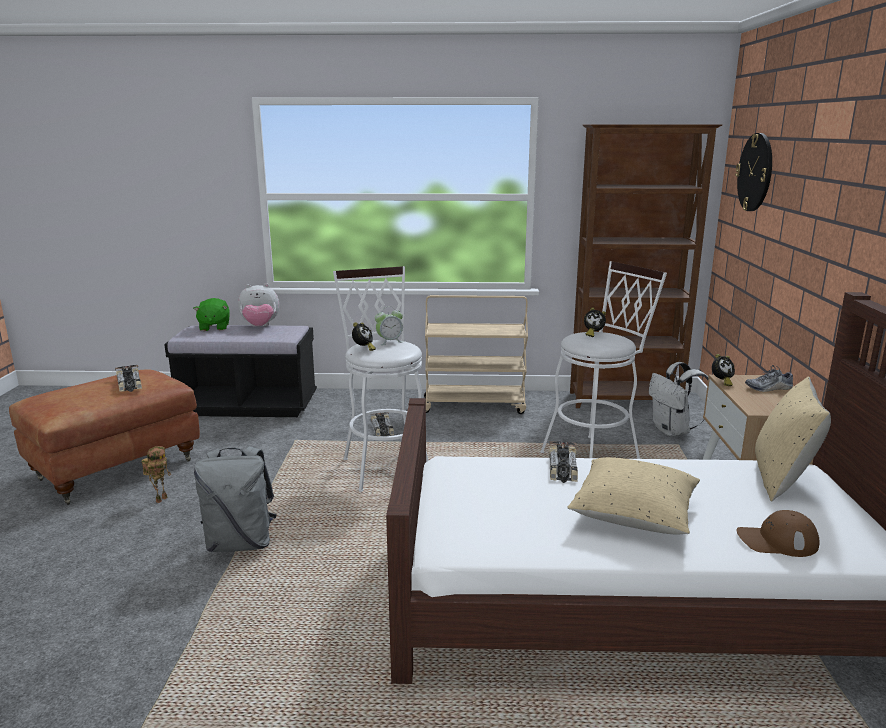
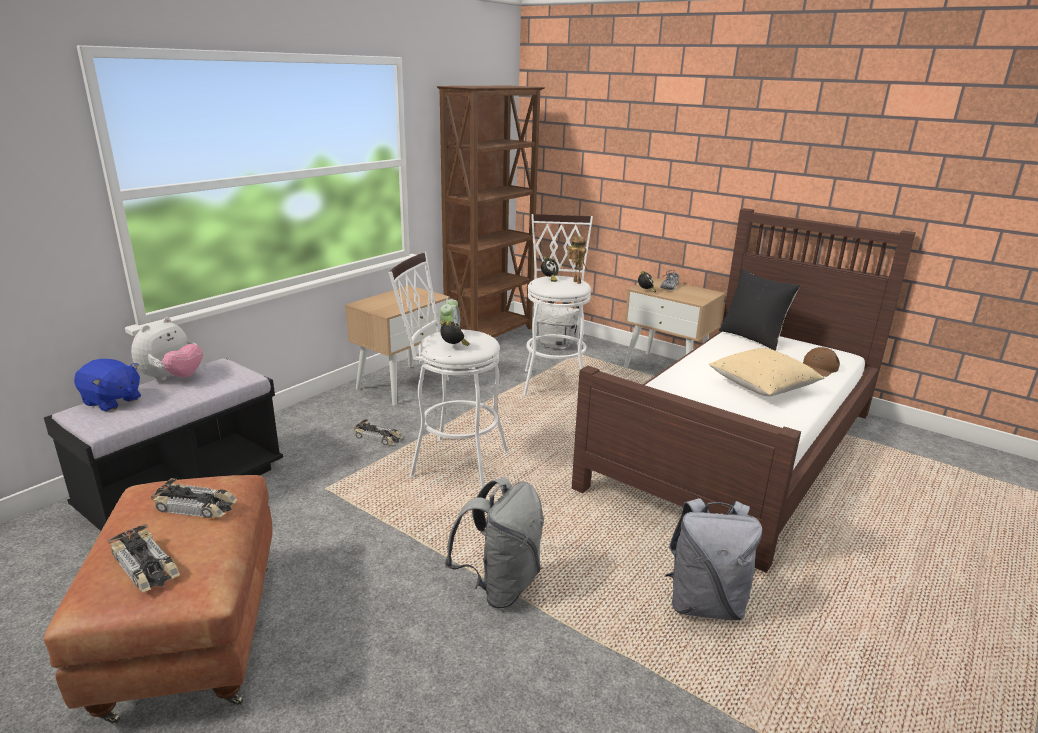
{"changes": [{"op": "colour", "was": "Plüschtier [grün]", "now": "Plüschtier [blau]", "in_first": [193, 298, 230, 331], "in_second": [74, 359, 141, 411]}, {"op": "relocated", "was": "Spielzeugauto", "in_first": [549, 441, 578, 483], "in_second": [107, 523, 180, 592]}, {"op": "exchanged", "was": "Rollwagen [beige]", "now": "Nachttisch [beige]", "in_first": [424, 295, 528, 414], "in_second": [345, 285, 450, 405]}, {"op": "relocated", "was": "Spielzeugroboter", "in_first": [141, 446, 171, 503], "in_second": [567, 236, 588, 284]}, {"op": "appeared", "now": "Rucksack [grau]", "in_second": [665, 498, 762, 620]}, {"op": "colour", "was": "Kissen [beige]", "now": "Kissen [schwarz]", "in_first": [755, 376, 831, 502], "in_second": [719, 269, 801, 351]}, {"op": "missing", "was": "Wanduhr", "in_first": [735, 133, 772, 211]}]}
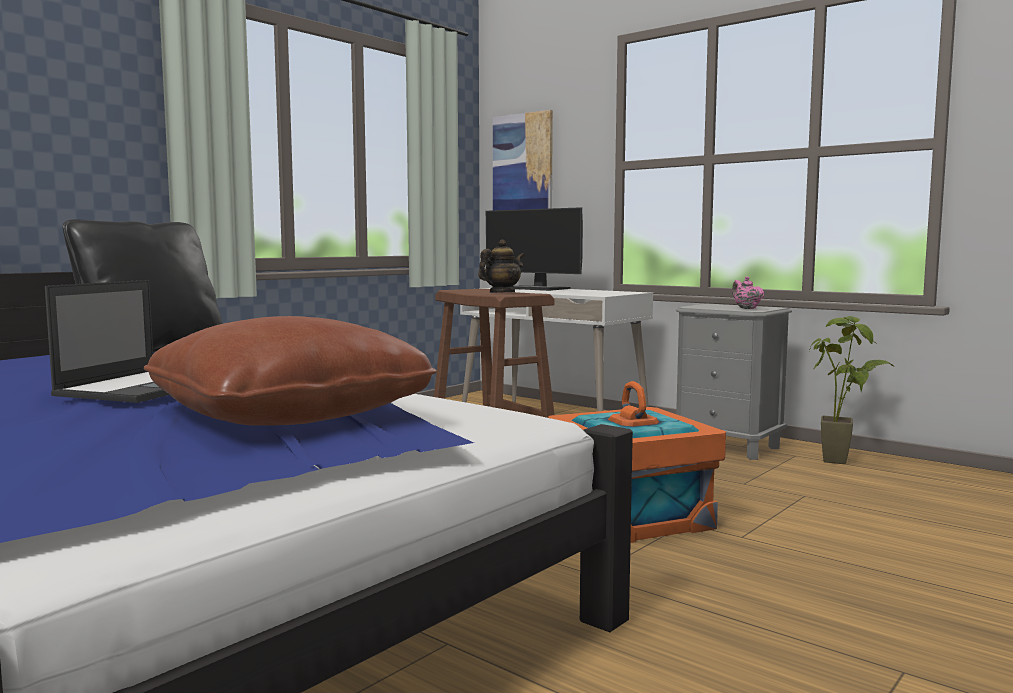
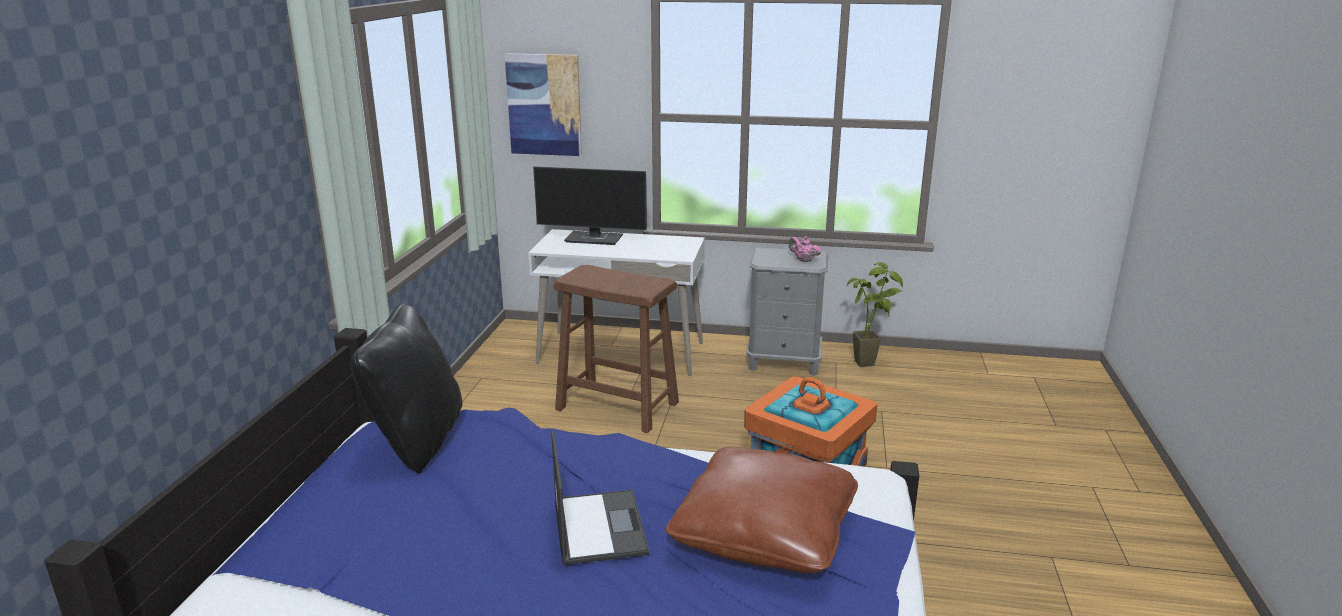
{"changes": [{"op": "missing", "was": "Teekanne", "in_first": [478, 239, 525, 293]}]}
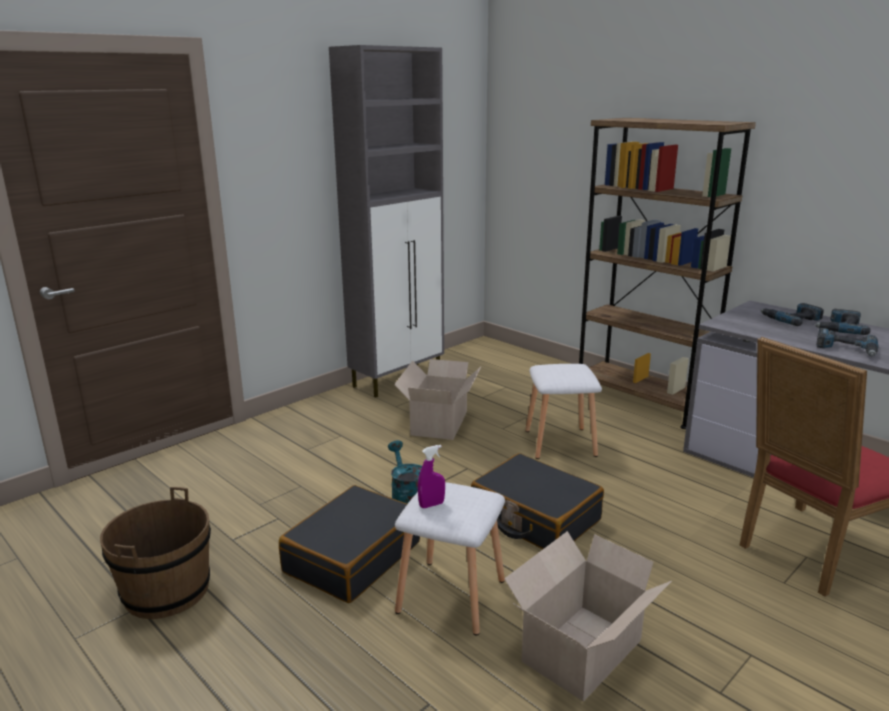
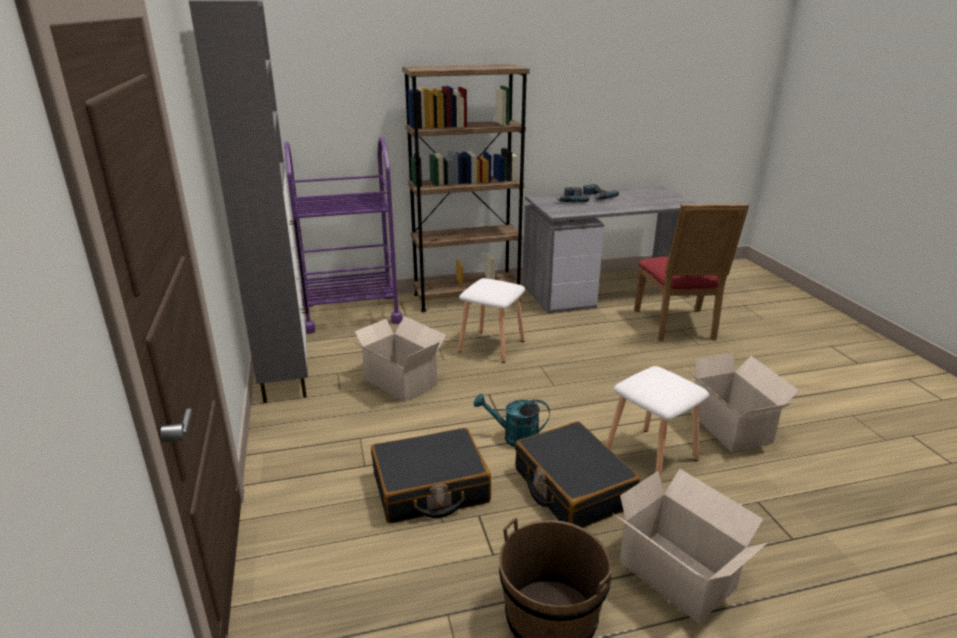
{"changes": [{"op": "appeared", "now": "Rollwagen [lila]", "in_second": [284, 137, 403, 334]}, {"op": "relocated", "was": "Koffer [schwarz]", "in_first": [471, 453, 604, 549], "in_second": [371, 428, 491, 524]}, {"op": "appeared", "now": "Karton", "in_second": [612, 469, 767, 623]}, {"op": "missing", "was": "Sprühflasche [lila]", "in_first": [418, 445, 445, 508]}, {"op": "missing", "was": "Bohrmaschine", "in_first": [816, 328, 879, 356]}]}
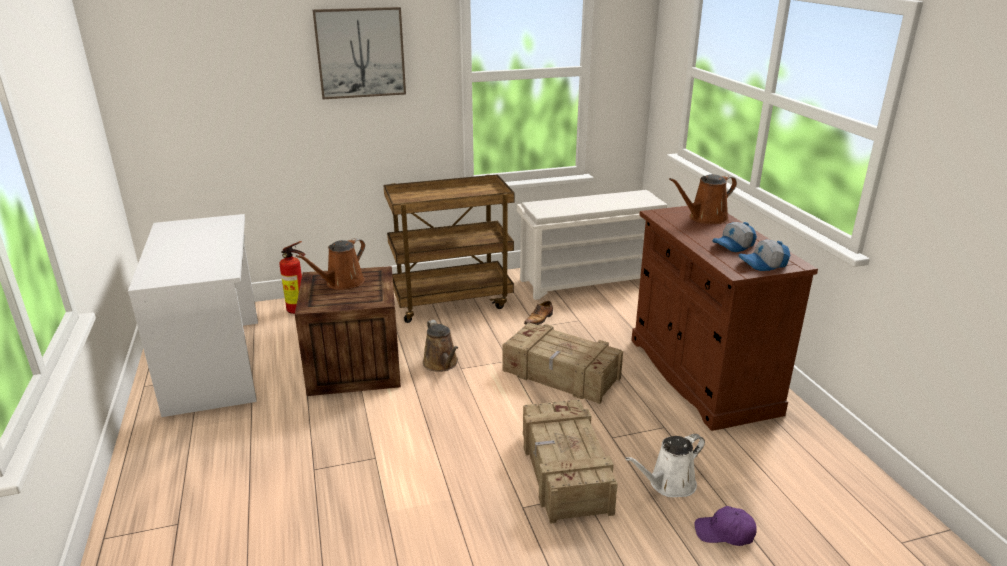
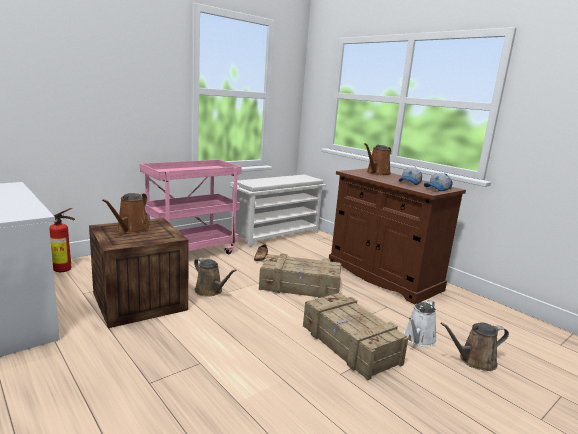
{"changes": [{"op": "colour", "was": "Rollwagen [braun]", "now": "Rollwagen [rosa]", "in_first": [383, 174, 514, 323], "in_second": [140, 160, 242, 254]}, {"op": "exchanged", "was": "Kappe [lila]", "now": "Gießkanne [braun]", "in_first": [695, 506, 757, 546], "in_second": [441, 322, 509, 371]}, {"op": "missing", "was": "Bild", "in_first": [312, 7, 406, 99]}]}
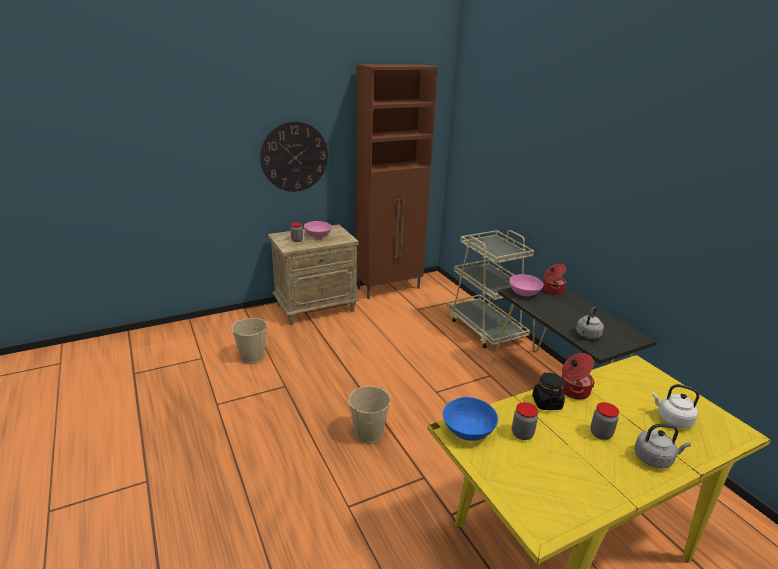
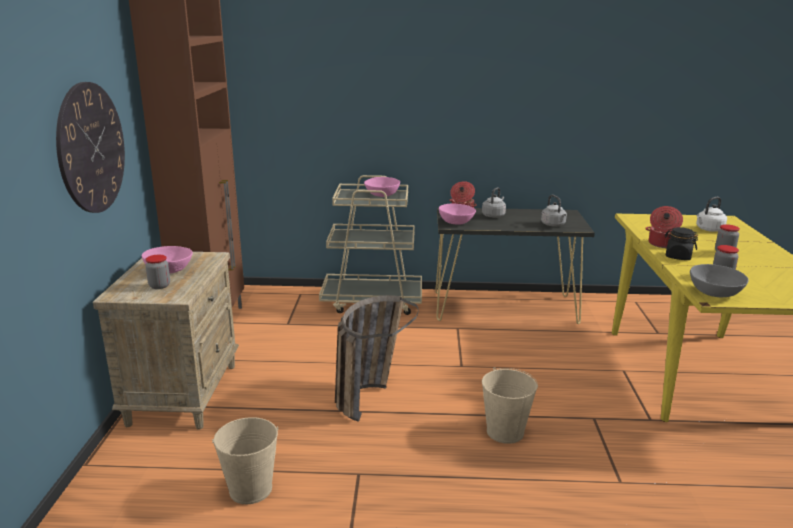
{"changes": [{"op": "appeared", "now": "Korb", "in_second": [335, 295, 419, 422]}, {"op": "appeared", "now": "Schüssel [rosa]", "in_second": [364, 177, 400, 197]}, {"op": "relocated", "was": "Wasserkessel [grau]", "in_first": [634, 424, 691, 468], "in_second": [482, 187, 506, 218]}, {"op": "colour", "was": "Schüssel [blau]", "now": "Schüssel [grau]", "in_first": [443, 397, 498, 441], "in_second": [690, 264, 748, 297]}]}
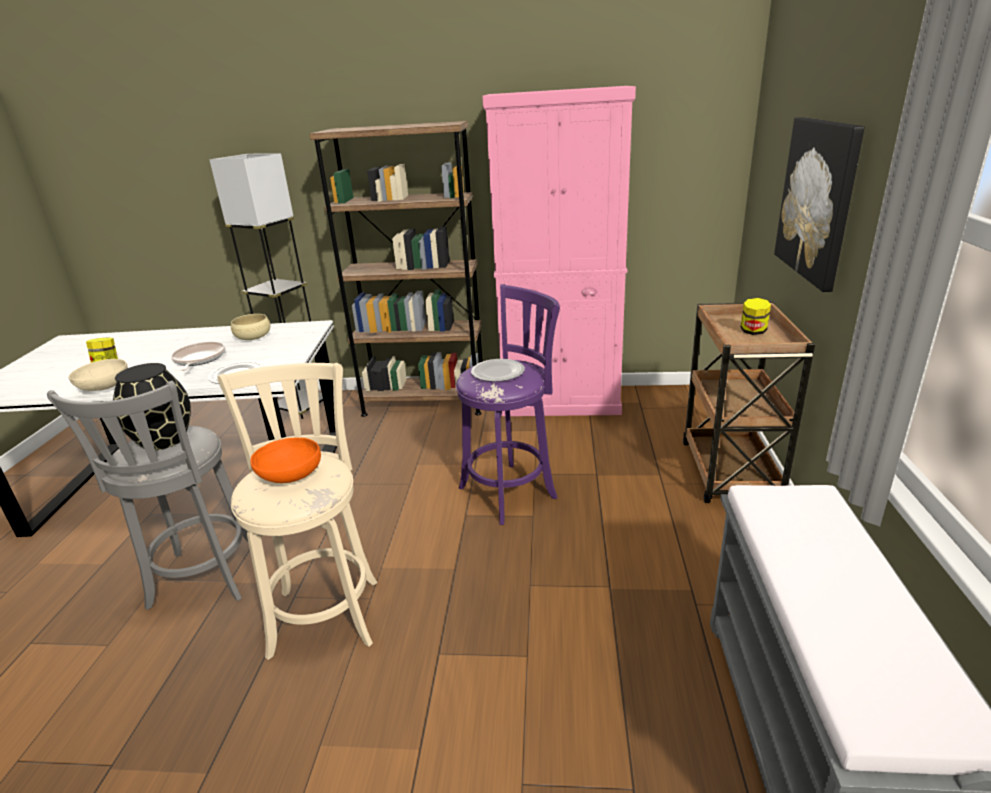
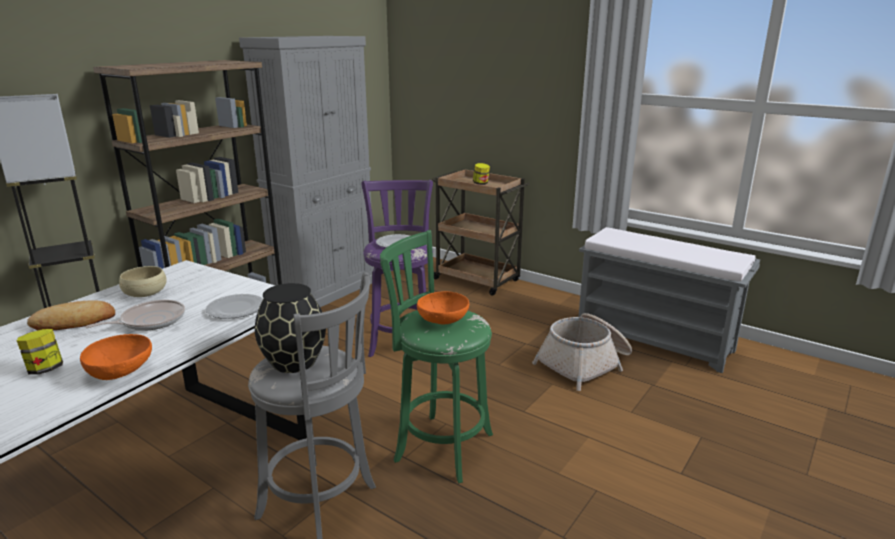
{"changes": [{"op": "appeared", "now": "Brot", "in_second": [27, 300, 115, 330]}, {"op": "colour", "was": "Schüssel [beige]", "now": "Schüssel [orange]", "in_first": [69, 359, 128, 391], "in_second": [80, 334, 152, 380]}, {"op": "spun", "was": "Pfanne", "in_first": [171, 342, 225, 371], "in_second": [85, 300, 185, 331], "clockwise": 120}, {"op": "colour", "was": "Schrank [rosa]", "now": "Schrank [grau]", "in_first": [482, 86, 636, 416], "in_second": [239, 36, 374, 307]}, {"op": "colour", "was": "Hocker [beige]", "now": "Hocker [grün]", "in_first": [217, 363, 378, 660], "in_second": [380, 230, 493, 483]}, {"op": "appeared", "now": "Korb", "in_second": [532, 313, 632, 391]}, {"op": "missing", "was": "Bild", "in_first": [774, 117, 865, 292]}]}
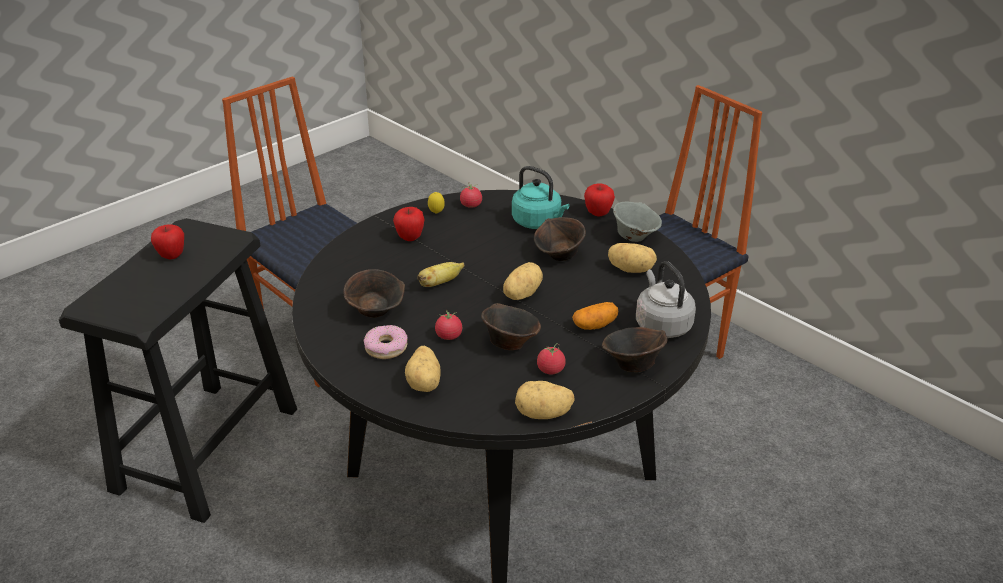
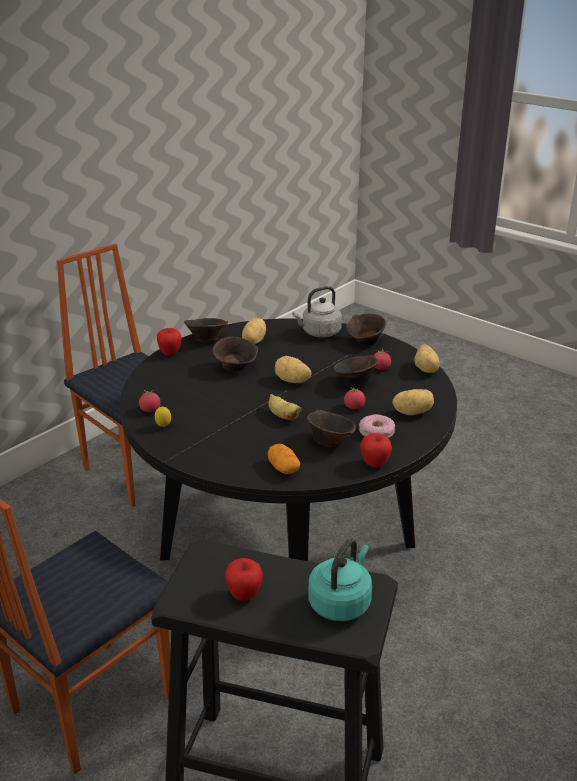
{"changes": [{"op": "colour", "was": "Schüssel [grau]", "now": "Schüssel [braun]", "in_first": [613, 201, 662, 242], "in_second": [184, 318, 228, 342]}, {"op": "relocated", "was": "Kartoffel", "in_first": [572, 302, 618, 330], "in_second": [267, 444, 300, 474]}, {"op": "relocated", "was": "Wasserkessel [türkis]", "in_first": [512, 166, 569, 229], "in_second": [308, 538, 372, 621]}, {"op": "relocated", "was": "Apfel", "in_first": [393, 207, 425, 241], "in_second": [360, 433, 392, 468]}]}
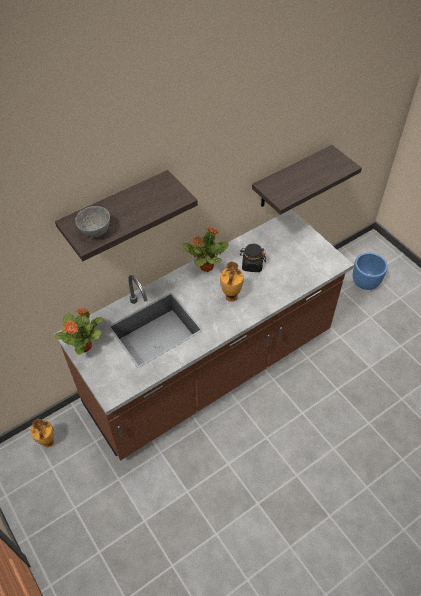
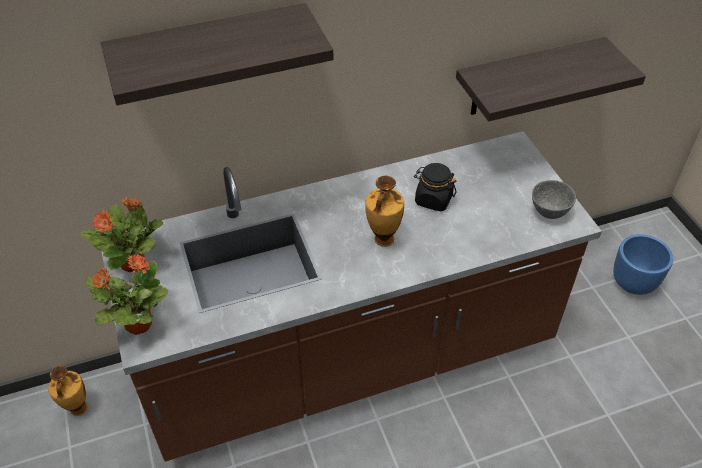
{"changes": [{"op": "relocated", "was": "Topfpflanze", "in_first": [183, 227, 229, 272], "in_second": [85, 254, 169, 335]}, {"op": "relocated", "was": "Schüssel [grau]", "in_first": [75, 206, 110, 237], "in_second": [532, 180, 576, 219]}]}
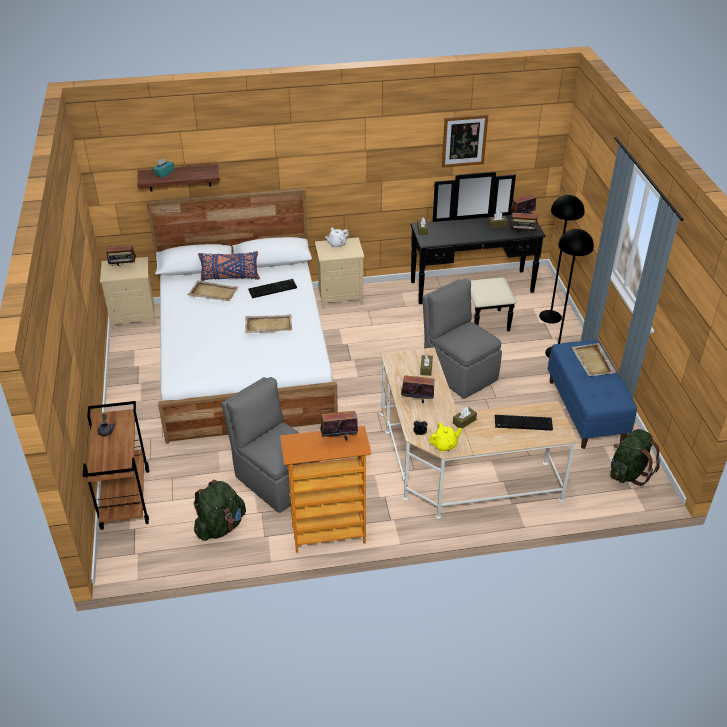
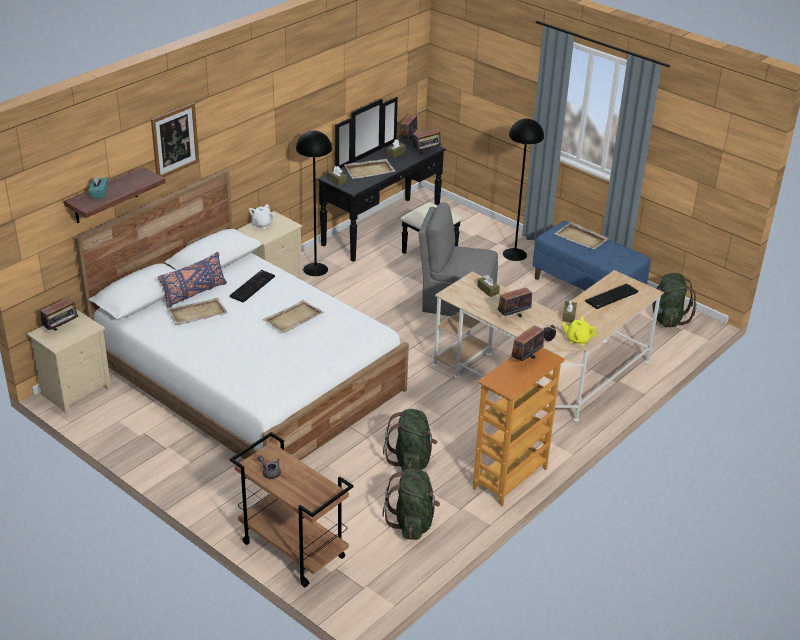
{"changes": [{"op": "relocated", "was": "Bild", "in_first": [442, 115, 488, 168], "in_second": [151, 103, 199, 177]}, {"op": "relocated", "was": "Stehlampe [schwarz]", "in_first": [539, 195, 585, 324], "in_second": [296, 131, 332, 276]}, {"op": "appeared", "now": "Tablett [beige]", "in_second": [344, 159, 395, 179]}, {"op": "exchanged", "was": "Stuhl [grau]", "now": "Rucksack [grün]", "in_first": [221, 377, 319, 513], "in_second": [383, 409, 437, 472]}, {"op": "spun", "was": "Teekanne [gelb]", "in_first": [429, 422, 462, 452], "in_second": [562, 316, 597, 345], "clockwise": -105}]}
